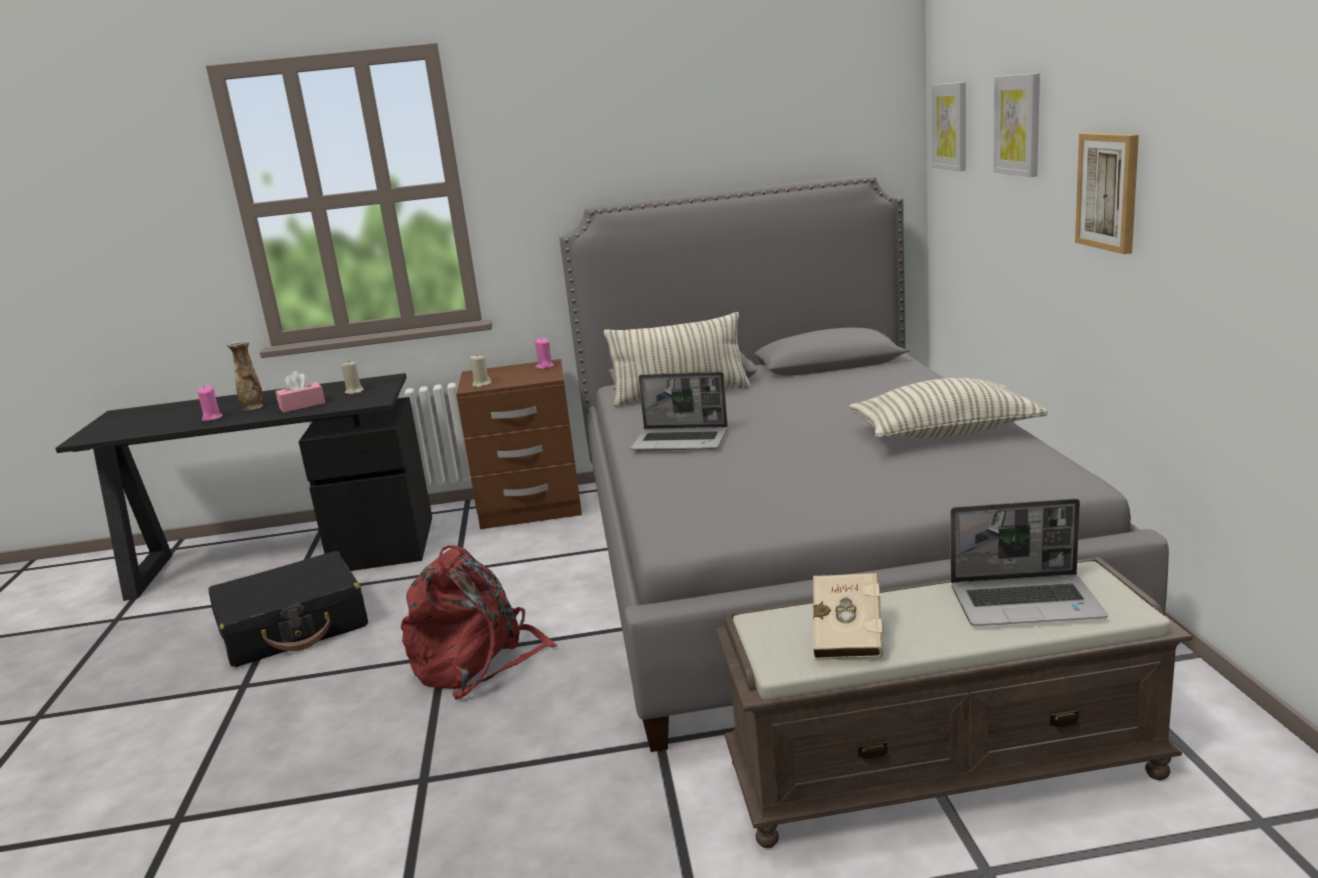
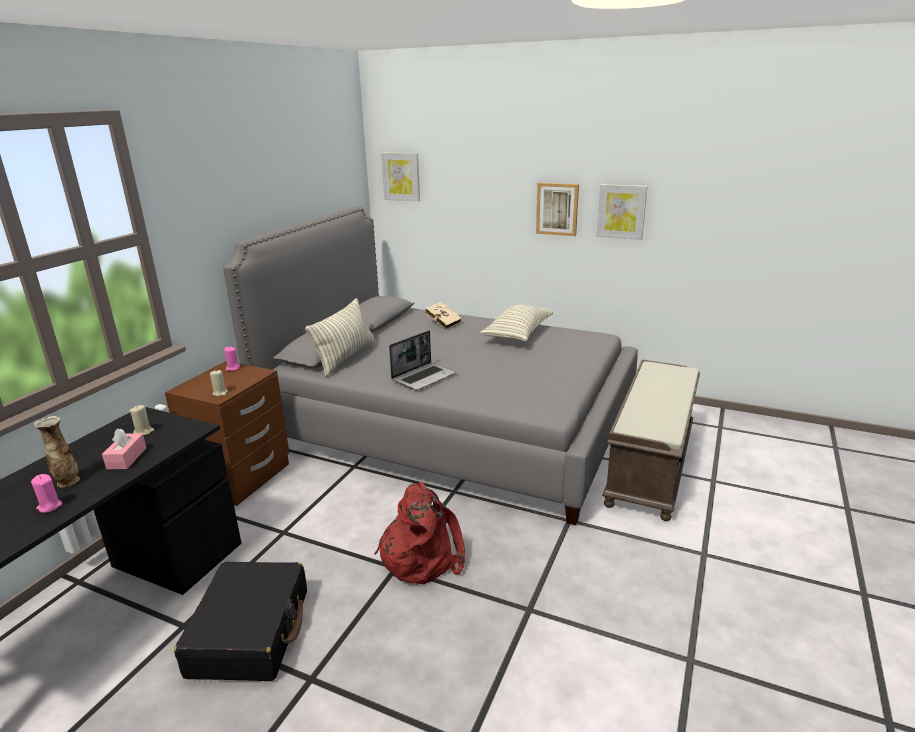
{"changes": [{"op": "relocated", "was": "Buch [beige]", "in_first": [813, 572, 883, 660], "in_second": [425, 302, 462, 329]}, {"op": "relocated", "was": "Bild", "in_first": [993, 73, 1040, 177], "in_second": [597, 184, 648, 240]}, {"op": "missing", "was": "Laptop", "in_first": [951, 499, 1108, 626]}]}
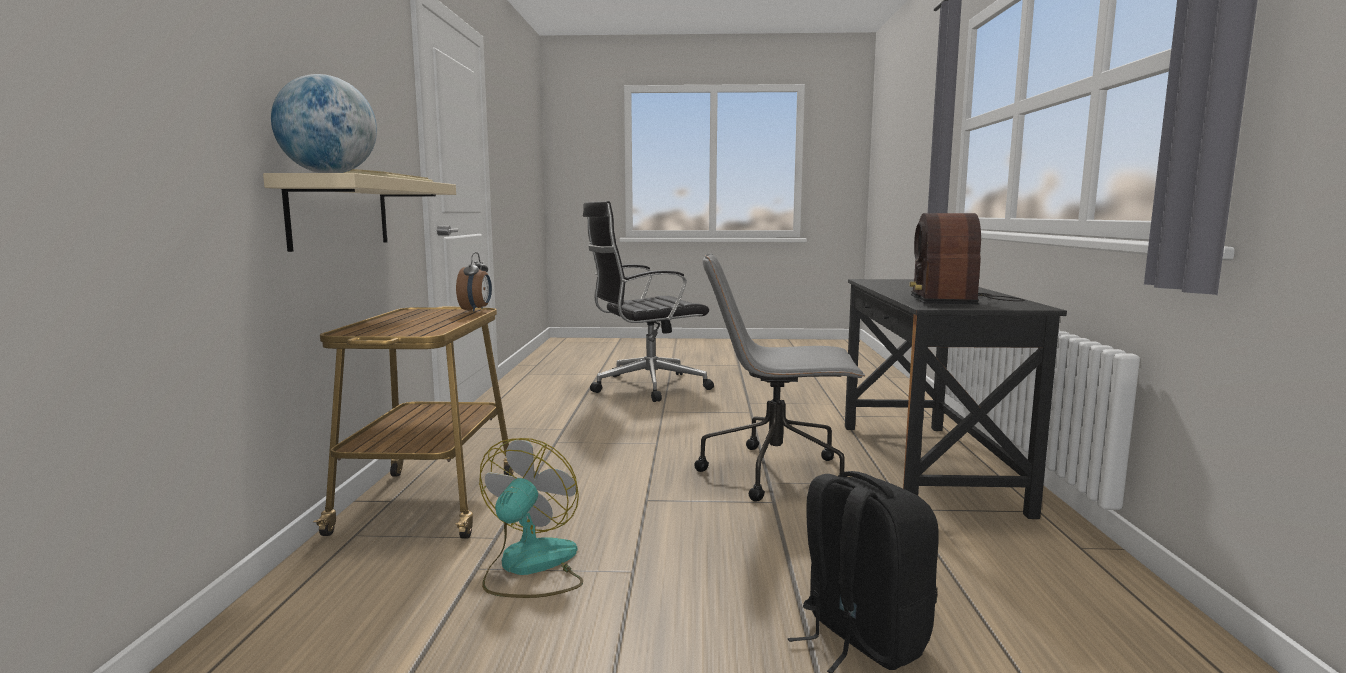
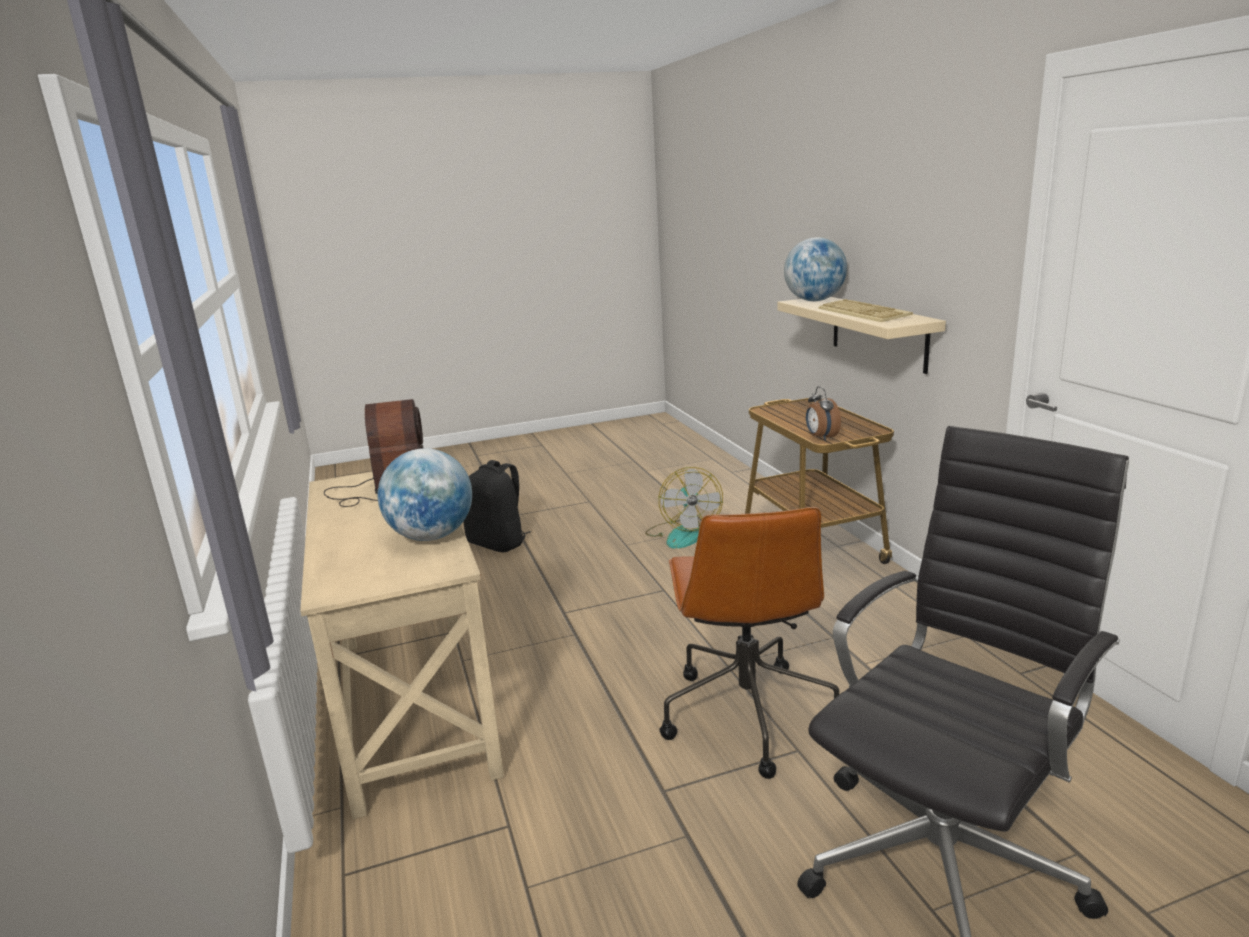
{"changes": [{"op": "colour", "was": "Schreibtisch [schwarz]", "now": "Schreibtisch [beige]", "in_first": [845, 279, 1067, 519], "in_second": [300, 472, 504, 819]}, {"op": "appeared", "now": "Globus", "in_second": [377, 448, 472, 541]}, {"op": "appeared", "now": "Bürostuhl [braun]", "in_second": [659, 507, 839, 779]}, {"op": "missing", "was": "Bürostuhl [grau]", "in_first": [694, 253, 866, 502]}]}
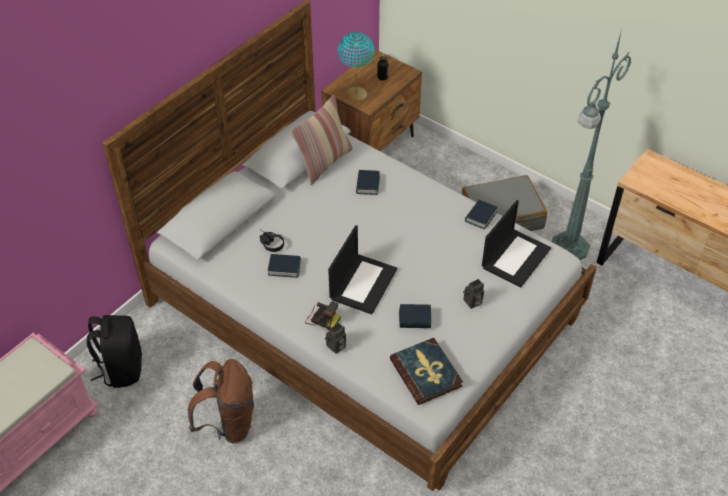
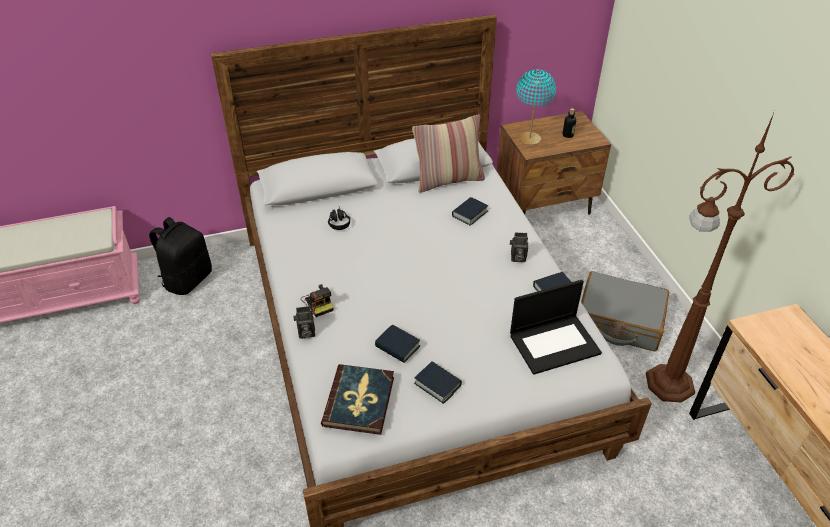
{"changes": [{"op": "relocated", "was": "Buch", "in_first": [268, 254, 301, 278], "in_second": [414, 361, 462, 404]}, {"op": "relocated", "was": "Kamera", "in_first": [463, 279, 484, 309], "in_second": [510, 232, 528, 262]}, {"op": "colour", "was": "Stehlampe [grün]", "now": "Stehlampe [braun]", "in_first": [552, 33, 631, 260], "in_second": [646, 113, 794, 402]}, {"op": "missing", "was": "Rucksack [braun]", "in_first": [188, 359, 254, 444]}, {"op": "missing", "was": "Laptop", "in_first": [328, 225, 397, 314]}]}
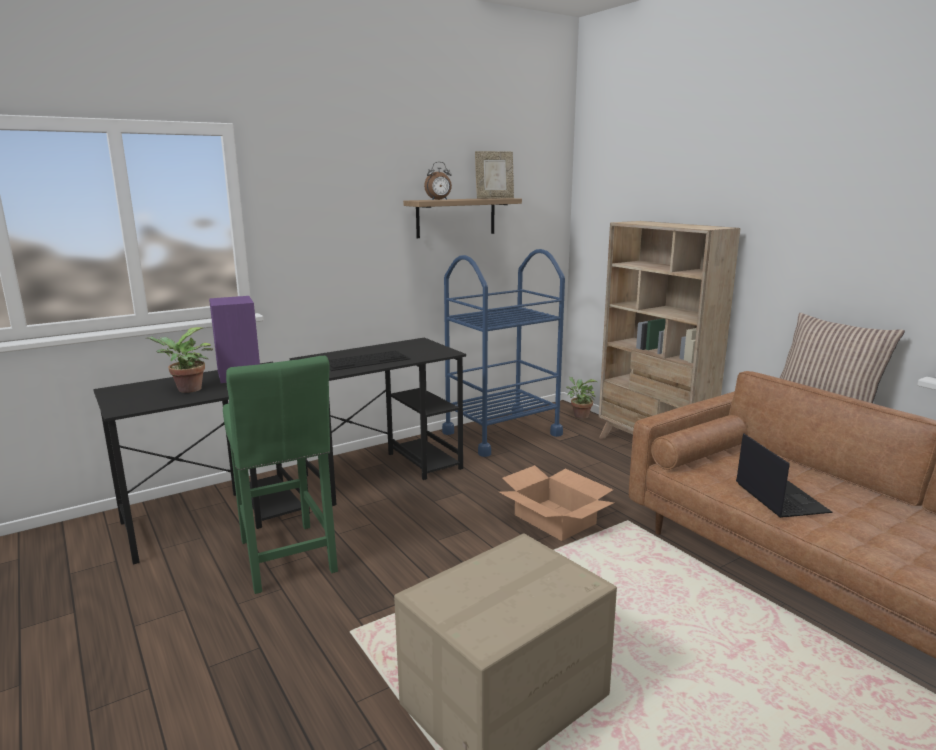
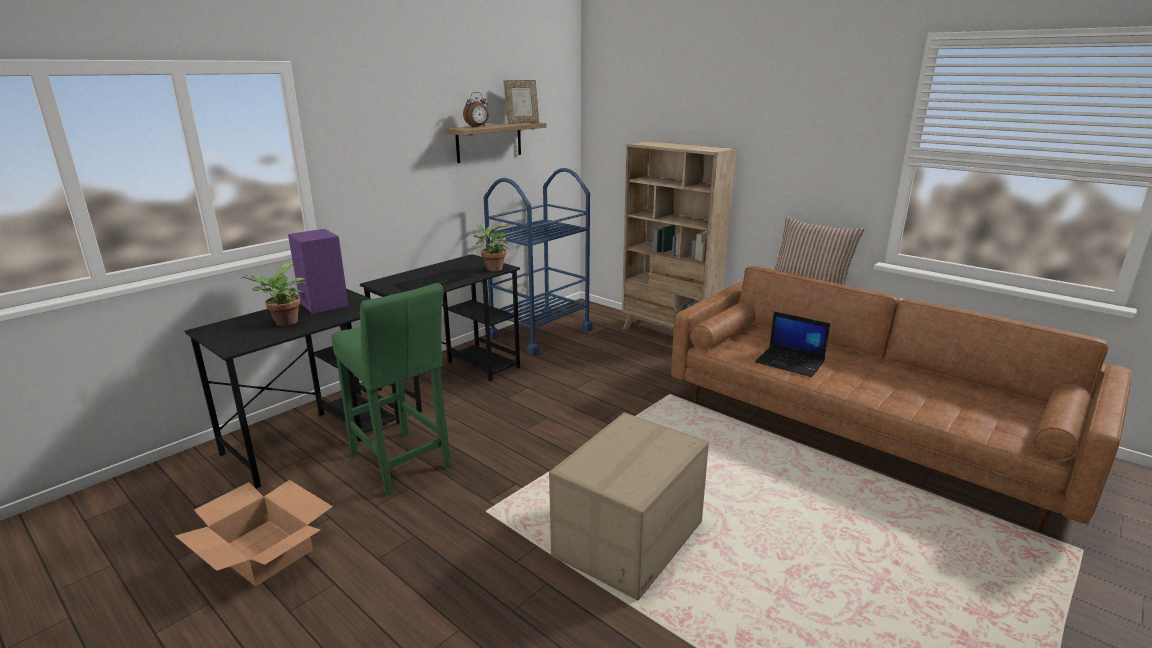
{"changes": [{"op": "relocated", "was": "Karton", "in_first": [499, 465, 615, 541], "in_second": [175, 480, 333, 587]}, {"op": "relocated", "was": "Topfpflanze", "in_first": [566, 377, 597, 419], "in_second": [474, 224, 508, 271]}, {"op": "spun", "was": "Laptop", "in_first": [736, 434, 833, 518], "in_second": [755, 312, 830, 377], "clockwise": 150}]}
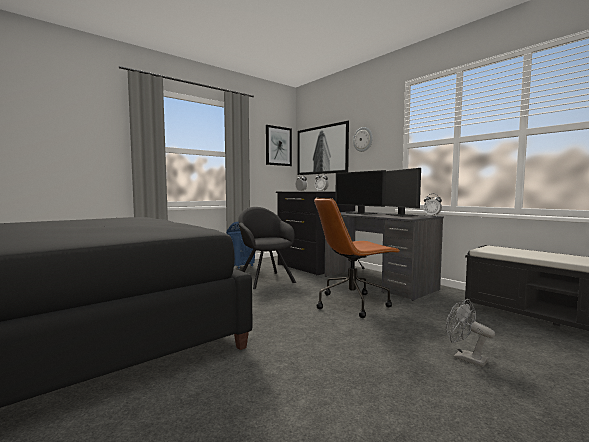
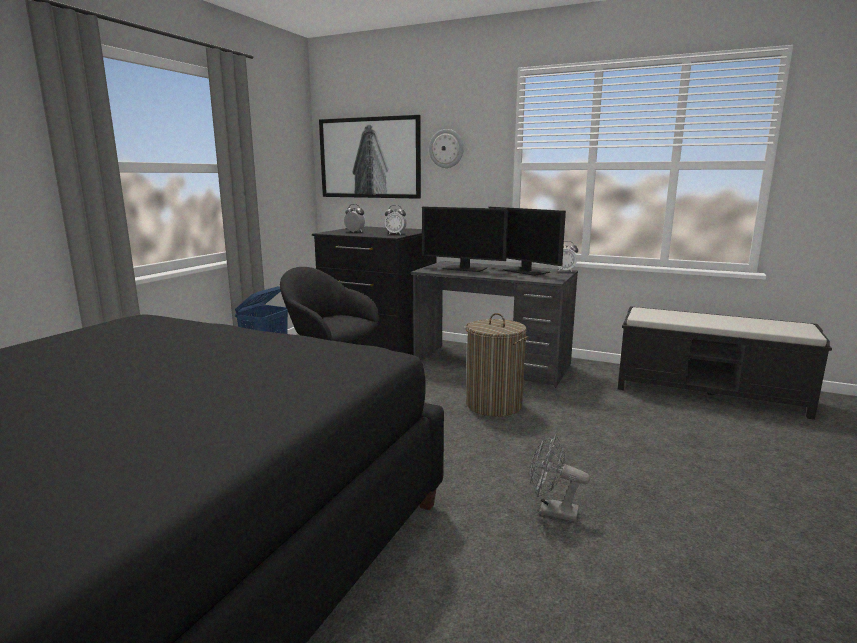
{"changes": [{"op": "exchanged", "was": "Bürostuhl [braun]", "now": "Wäschekorb", "in_first": [314, 198, 400, 318], "in_second": [465, 313, 529, 417]}, {"op": "relocated", "was": "Ventilator [grau]", "in_first": [446, 299, 495, 367], "in_second": [529, 434, 590, 522]}, {"op": "missing", "was": "Bild", "in_first": [266, 125, 292, 166]}]}
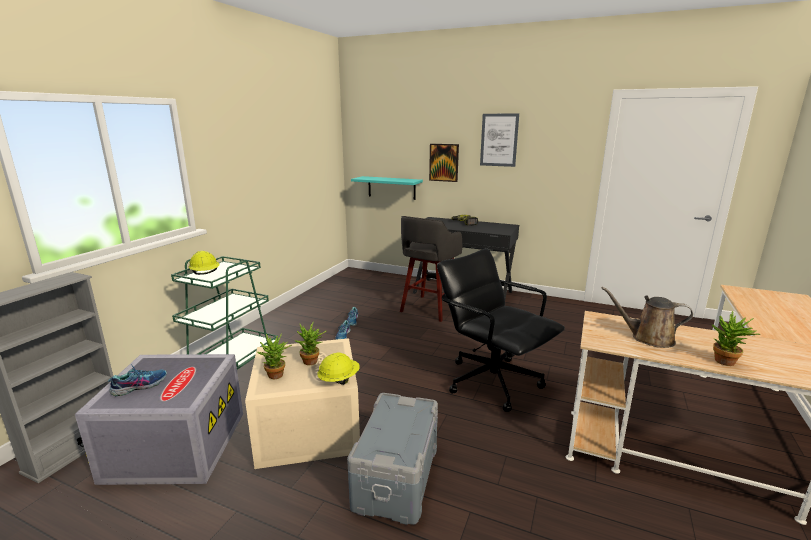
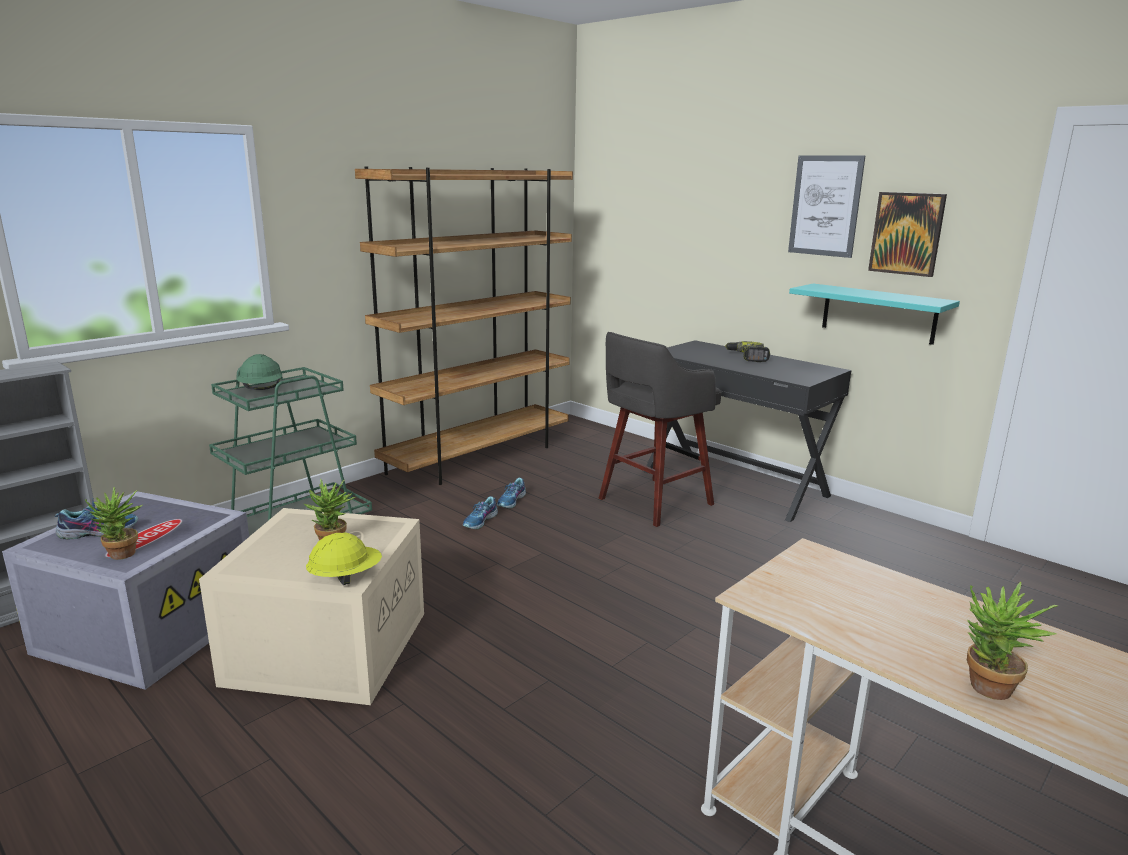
{"changes": [{"op": "relocated", "was": "Topfpflanze", "in_first": [257, 333, 292, 379], "in_second": [85, 487, 143, 560]}, {"op": "colour", "was": "Schutzhelm [gelb]", "now": "Schutzhelm [grün]", "in_first": [189, 251, 220, 275], "in_second": [237, 354, 282, 390]}, {"op": "appeared", "now": "Bücherregal [braun]", "in_second": [355, 167, 573, 485]}, {"op": "relocated", "was": "Wandregal [türkis]", "in_first": [351, 176, 423, 200], "in_second": [789, 284, 960, 345]}, {"op": "relocated", "was": "Bild", "in_first": [429, 144, 459, 182], "in_second": [868, 192, 947, 277]}, {"op": "missing", "was": "Aufbewahrungsbox [grau]", "in_first": [347, 393, 438, 525]}, {"op": "missing", "was": "Bürostuhl [schwarz]", "in_first": [437, 248, 565, 412]}, {"op": "missing", "was": "Gießkanne [braun]", "in_first": [602, 287, 693, 348]}]}
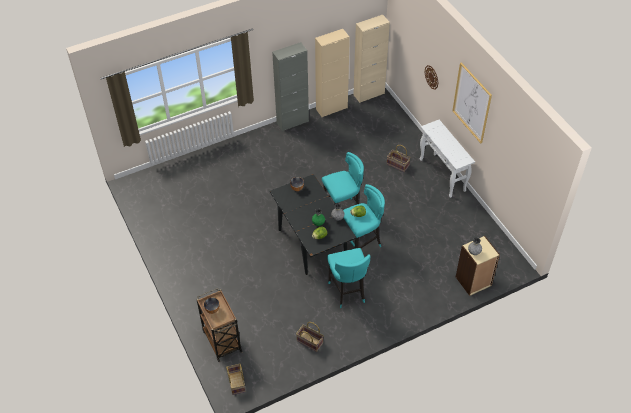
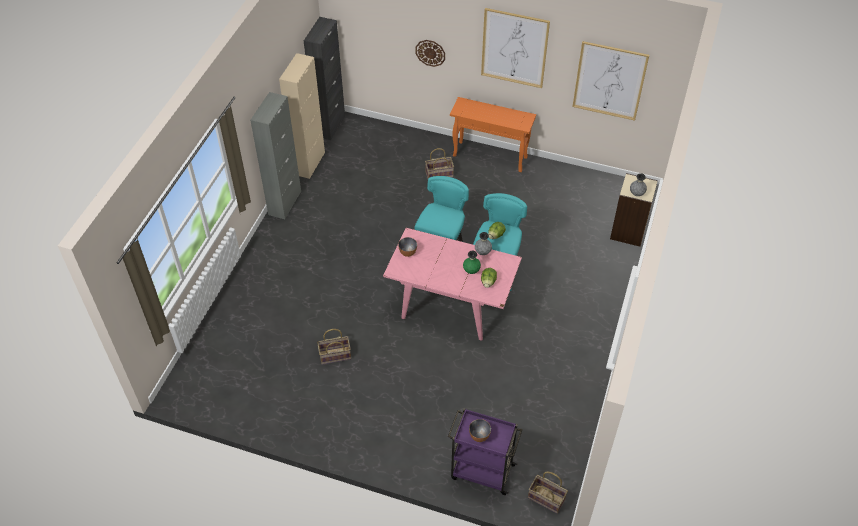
{"changes": [{"op": "colour", "was": "Schrank [beige]", "now": "Schrank [schwarz]", "in_first": [353, 15, 390, 103], "in_second": [304, 17, 345, 140]}, {"op": "relocated", "was": "Korb", "in_first": [296, 322, 324, 352], "in_second": [317, 329, 351, 365]}, {"op": "colour", "was": "Esstisch [schwarz]", "now": "Esstisch [rosa]", "in_first": [270, 174, 357, 275], "in_second": [383, 228, 522, 341]}, {"op": "colour", "was": "Rollwagen [braun]", "now": "Rollwagen [lila]", "in_first": [196, 288, 242, 362], "in_second": [448, 408, 522, 495]}, {"op": "colour", "was": "Konsolentisch [weiß]", "now": "Konsolentisch [orange]", "in_first": [420, 120, 475, 198], "in_second": [450, 97, 536, 172]}, {"op": "appeared", "now": "Bild", "in_second": [573, 41, 649, 121]}, {"op": "missing", "was": "Hocker [türkis]", "in_first": [327, 248, 370, 308]}]}
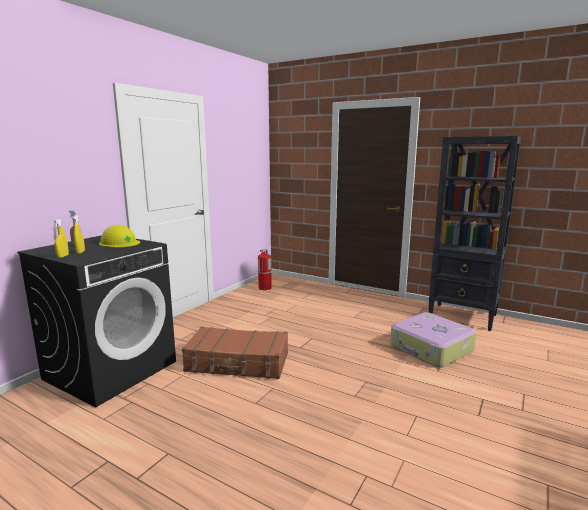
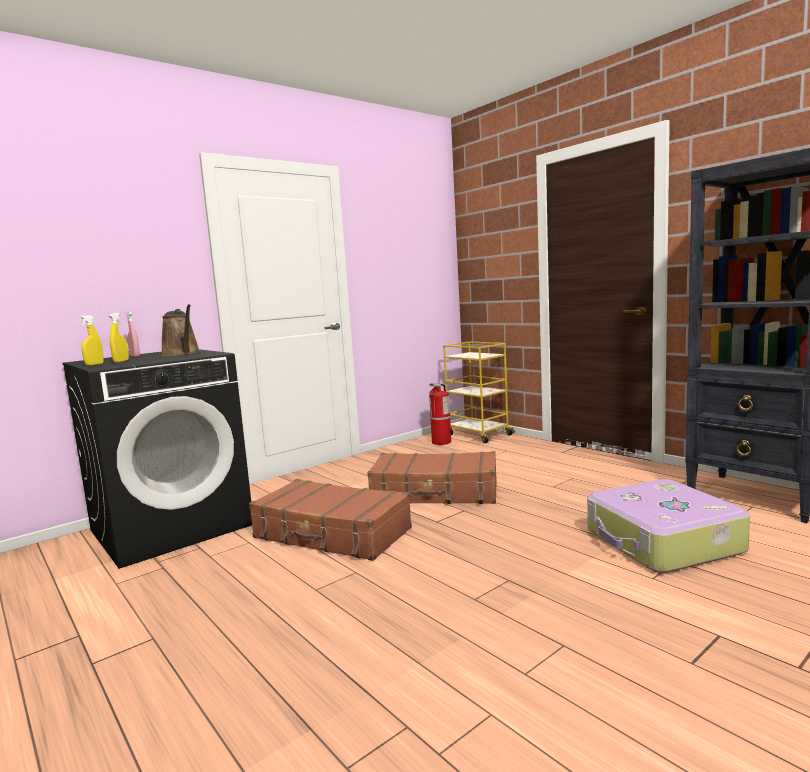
{"changes": [{"op": "exchanged", "was": "Schutzhelm [gelb]", "now": "Gießkanne [braun]", "in_first": [99, 225, 140, 248], "in_second": [161, 304, 200, 356]}, {"op": "appeared", "now": "Koffer [braun]", "in_second": [367, 451, 497, 504]}, {"op": "appeared", "now": "Rollwagen [gelb]", "in_second": [443, 342, 515, 443]}]}
